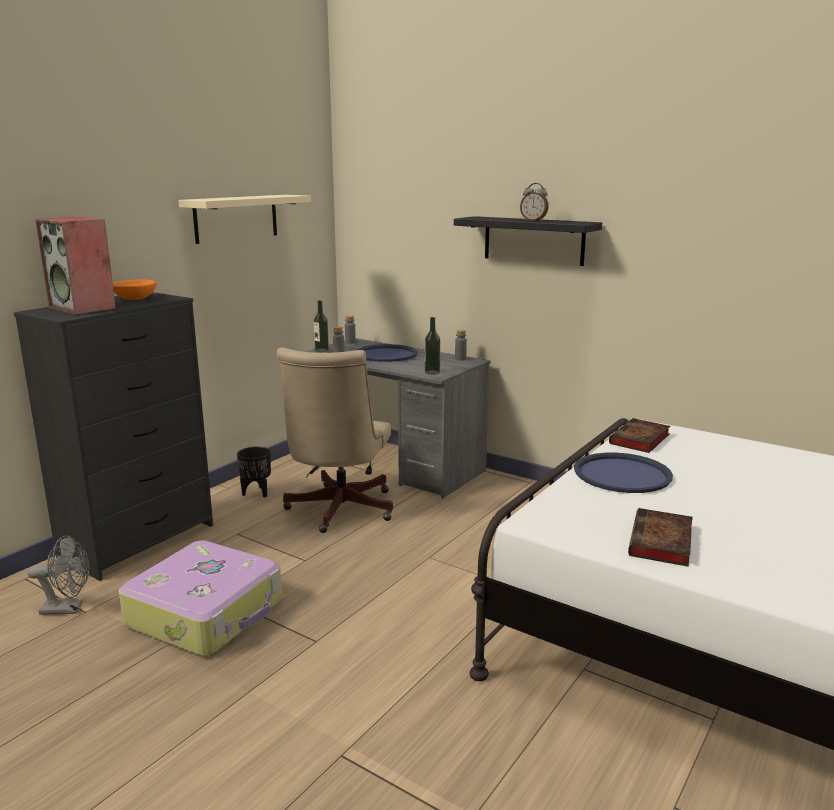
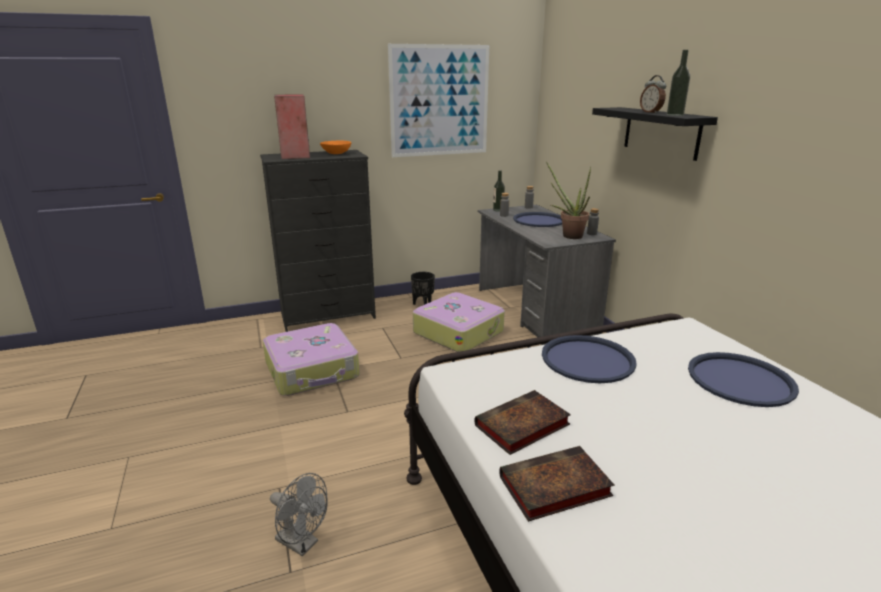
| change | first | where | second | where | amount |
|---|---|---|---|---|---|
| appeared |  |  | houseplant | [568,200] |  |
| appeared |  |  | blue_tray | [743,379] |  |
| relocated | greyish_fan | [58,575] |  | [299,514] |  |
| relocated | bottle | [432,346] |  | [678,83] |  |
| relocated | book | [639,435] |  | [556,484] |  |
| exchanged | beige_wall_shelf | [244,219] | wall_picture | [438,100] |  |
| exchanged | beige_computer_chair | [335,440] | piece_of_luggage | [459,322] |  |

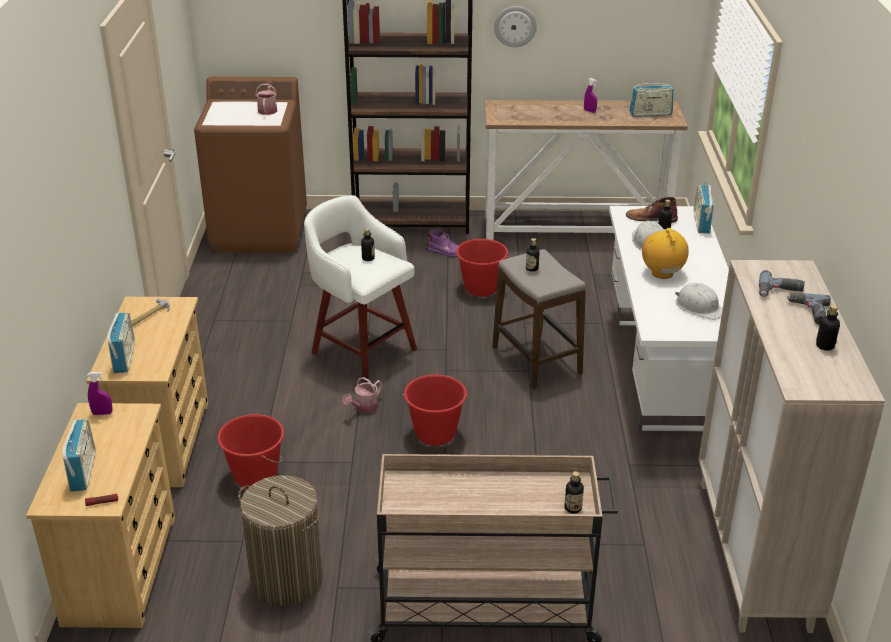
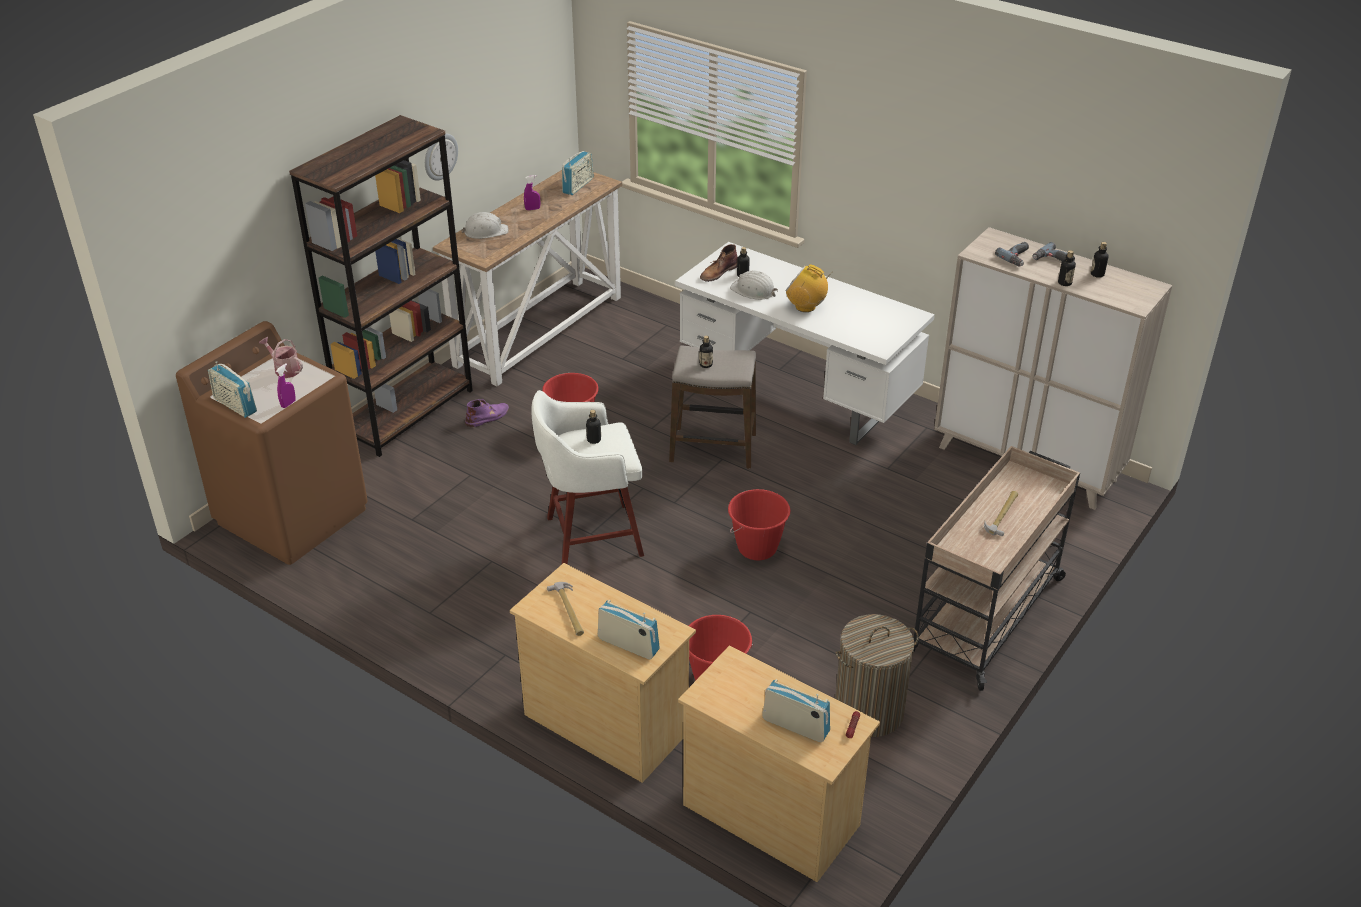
| change | first | where | second | where | amount |
|---|---|---|---|---|---|
| missing | watering_can | [362,395] |  |  |  |
| appeared |  |  | hammer | [1001,513] |  |
| relocated | purplish_hand_sprayer | [99,393] |  | [286,385] |  |
| relocated | bottle | [574,492] |  | [1067,268] |  |
| relocated | white_hard_hat | [699,301] |  | [485,225] |  |
| relocated | radio_receiver | [704,207] |  | [232,389] |  |

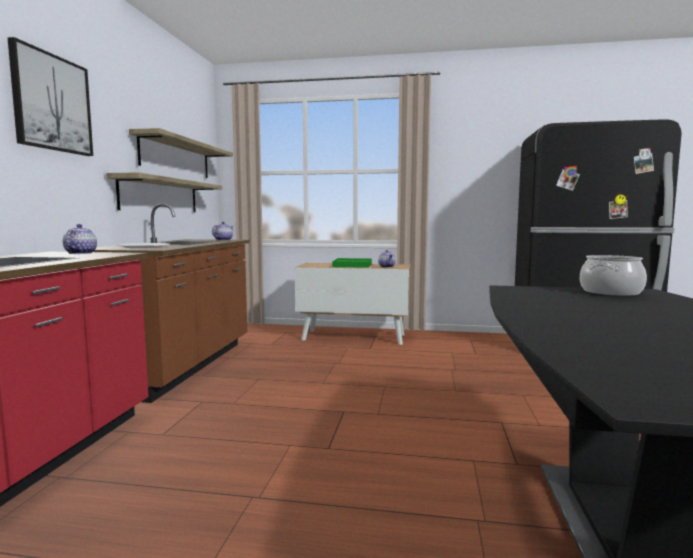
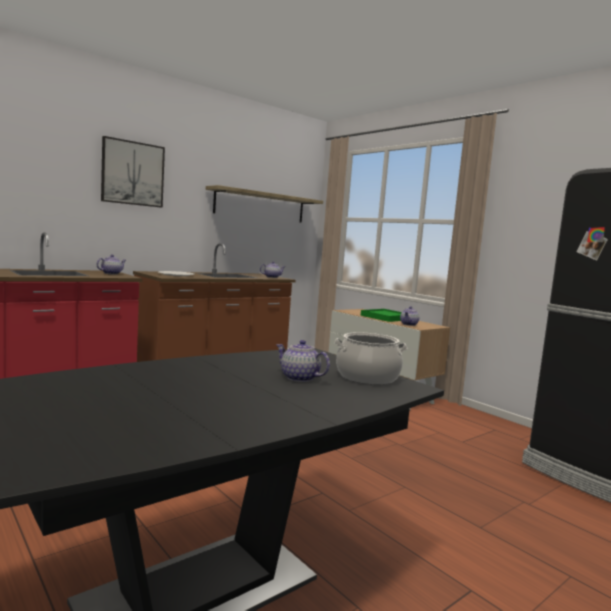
| change | first | where | second | where | amount |
|---|---|---|---|---|---|
| missing | wall_shelf | [164,192] |  |  |  |
| appeared |  |  | tea_pot | [303,361] |  |

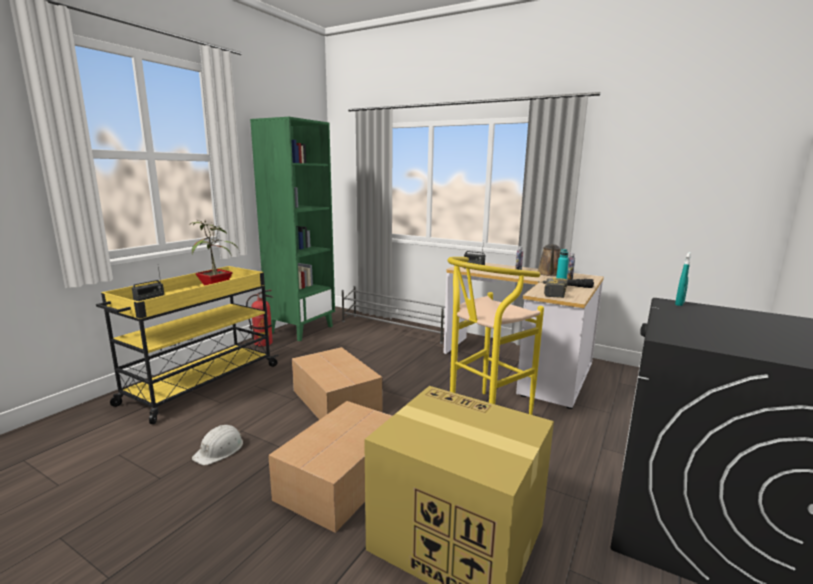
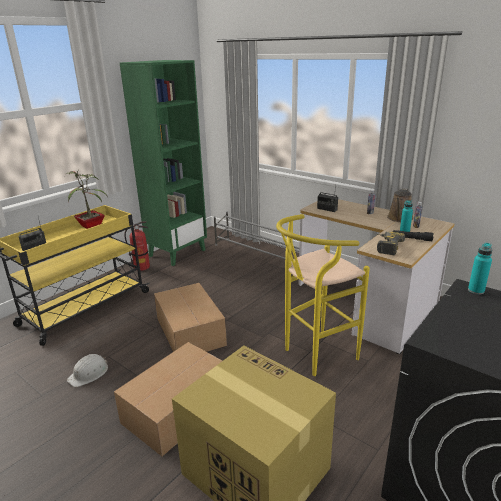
| change | first | where | second | where | amount |
|---|---|---|---|---|---|
| exchanged | turquoise_hand_sprayer | [683,279] | turquoise_bottle | [480,268] |  |

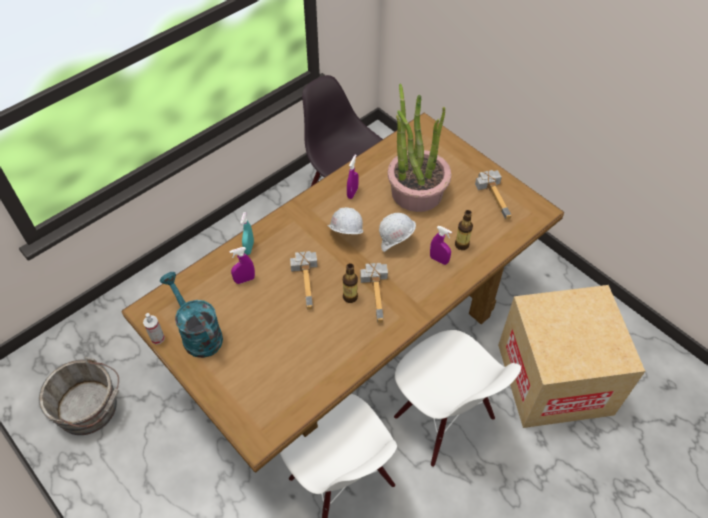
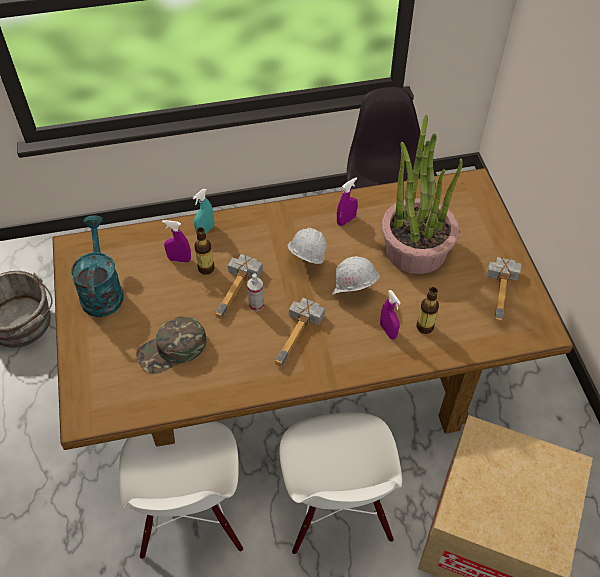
| change | first | where | second | where | amount |
|---|---|---|---|---|---|
| appeared |  |  | greenish_baseball_cap | [171,345] |  |
| relocated | hand_sprayer | [154,329] |  | [255,292] |  |
| relocated | bottle | [350,283] |  | [204,251] |  |

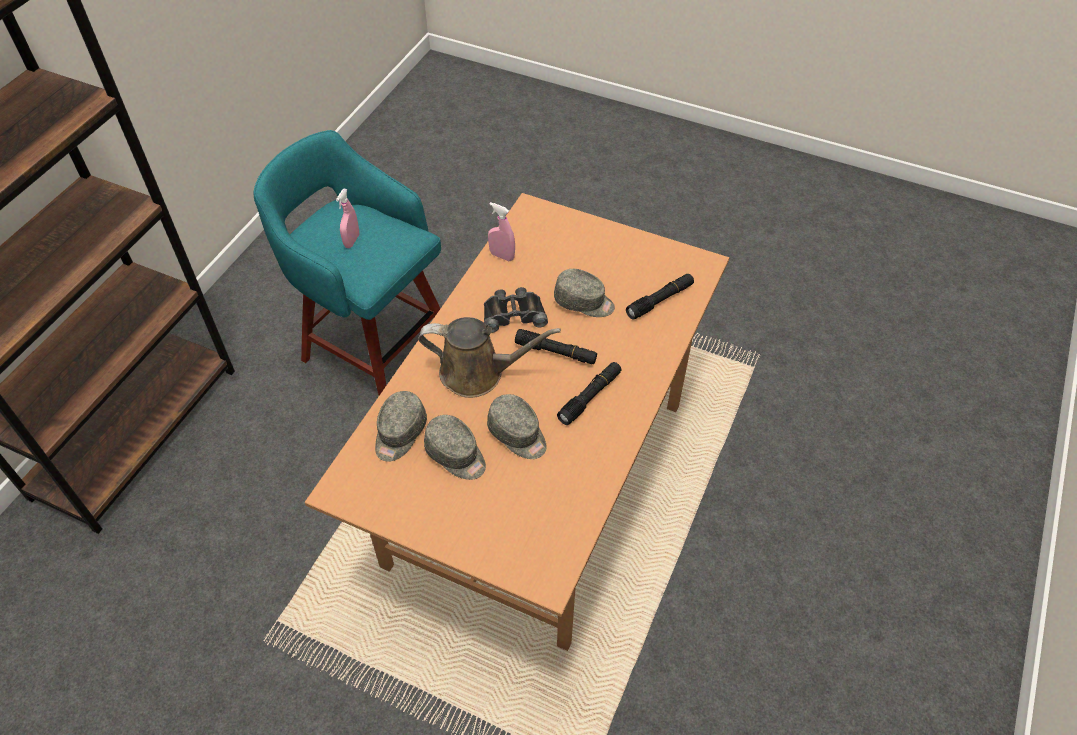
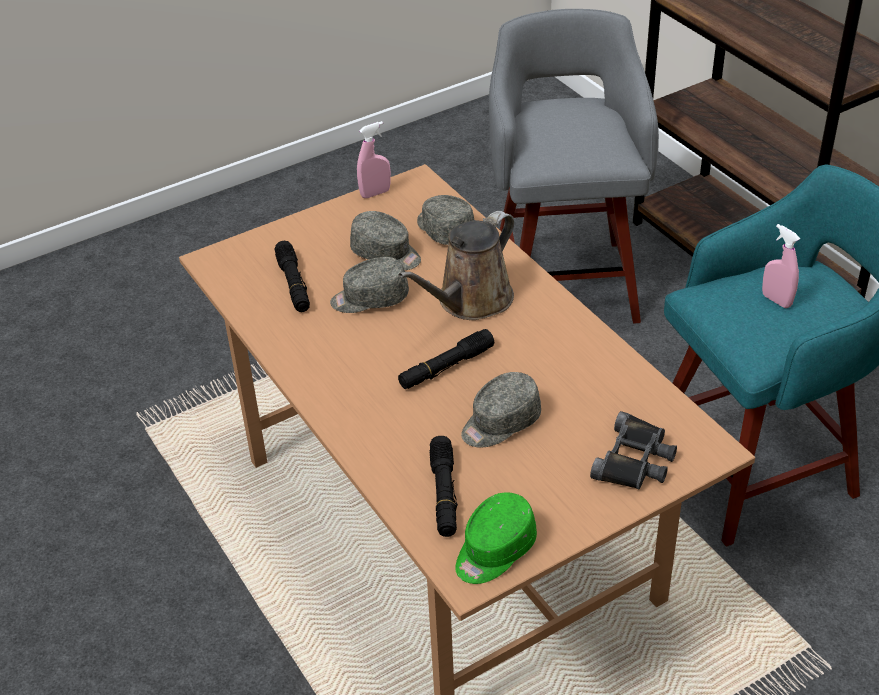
| change | first | where | second | where | amount |
|---|---|---|---|---|---|
| appeared |  |  | greenish_baseball_cap | [496,538] |  |
| appeared |  |  | greyish_stool | [574,166] |  |
| relocated | black-coloured_binoculars | [516,310] |  | [633,450] |  |
| relocated | pink_hand_sprayer | [501,231] |  | [374,159] |  |
| relocated | black-coloured_flashlight | [589,393] |  | [292,276] |  |
| spun | greyish_baseball_cap | [455,447] |  | [385,240] | 135 degrees counterclockwise |

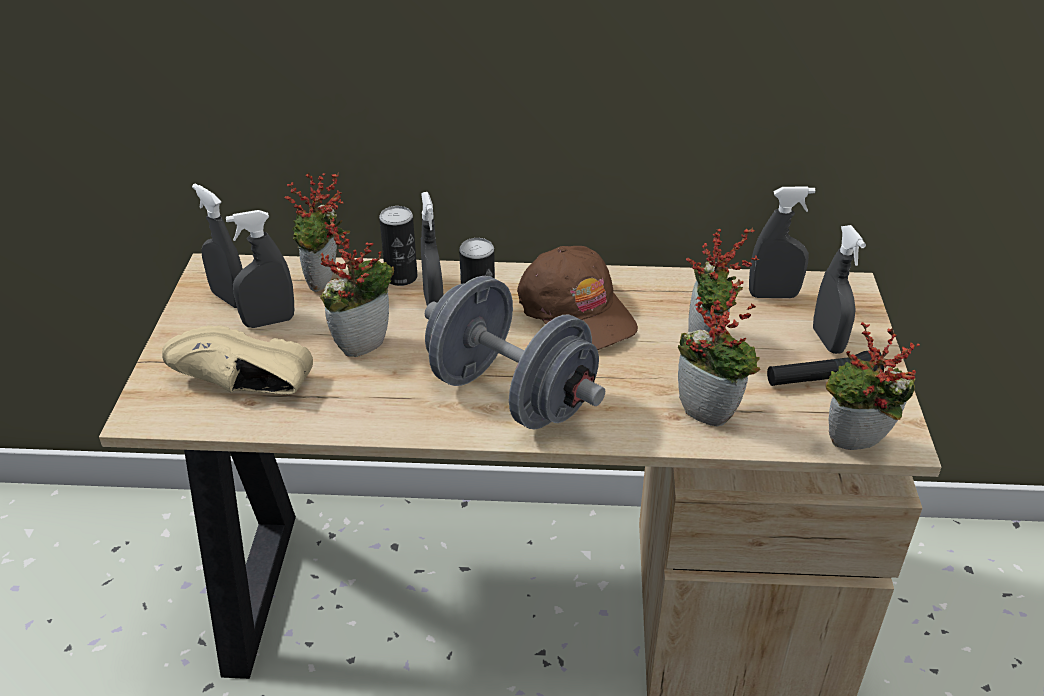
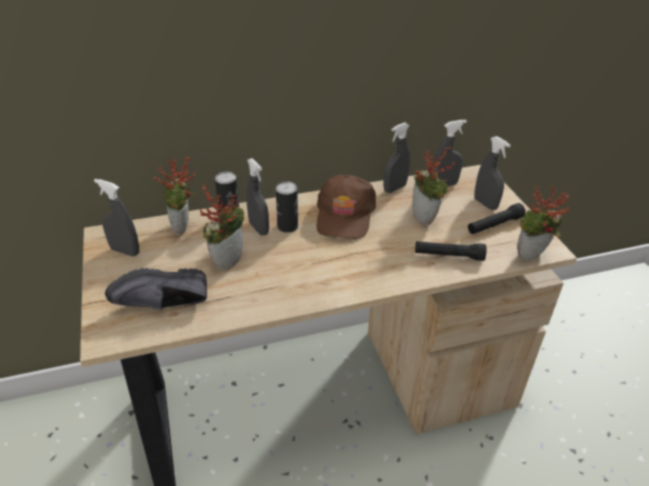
| change | first | where | second | where | amount |
|---|---|---|---|---|---|
| missing | greyish_free_weight | [515,352] |  |  |  |
| relocated | greyish_hand_sprayer | [260,269] |  | [396,157] |  |
| exchanged | houseplant | [719,352] | black-coloured_flashlight | [450,251] |  |
| colour | beige_low_shoe | [237,360] | black-coloured_low_shoe | [156,289] |  |
| spun | brown_baseball_cap | [577,298] |  | [346,207] | 60 degrees clockwise |

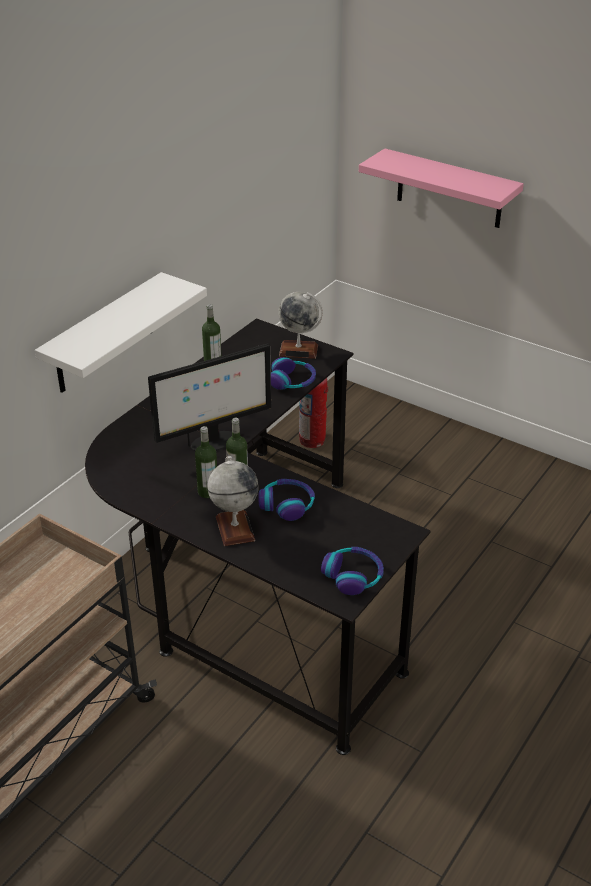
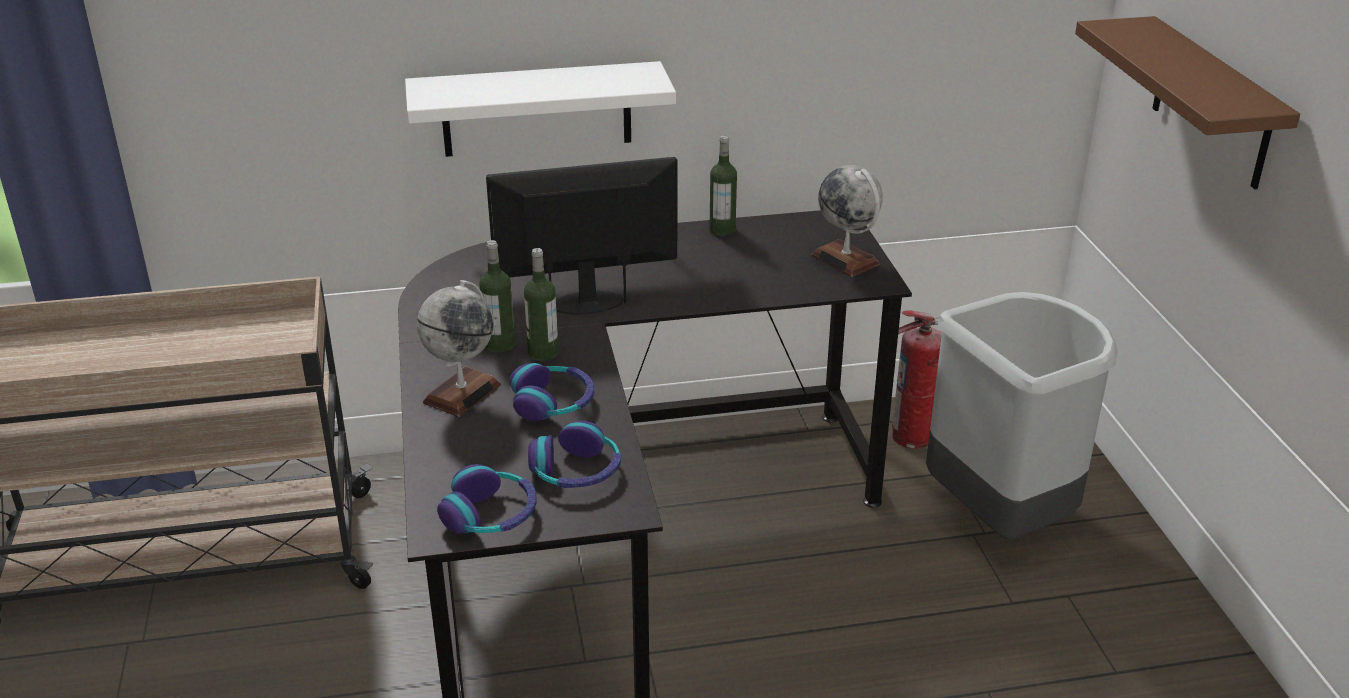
| change | first | where | second | where | amount |
|---|---|---|---|---|---|
| appeared |  |  | greyish_rubbish_bin | [1021,416] |  |
| relocated | pair_of_headphones | [293,373] |  | [574,454] |  |
| colour | pink_wall_shelf | [441,188] | brown_wall_shelf | [1187,102] |  |
| spun | computer_screen | [209,397] |  | [581,235] | 150 degrees clockwise |

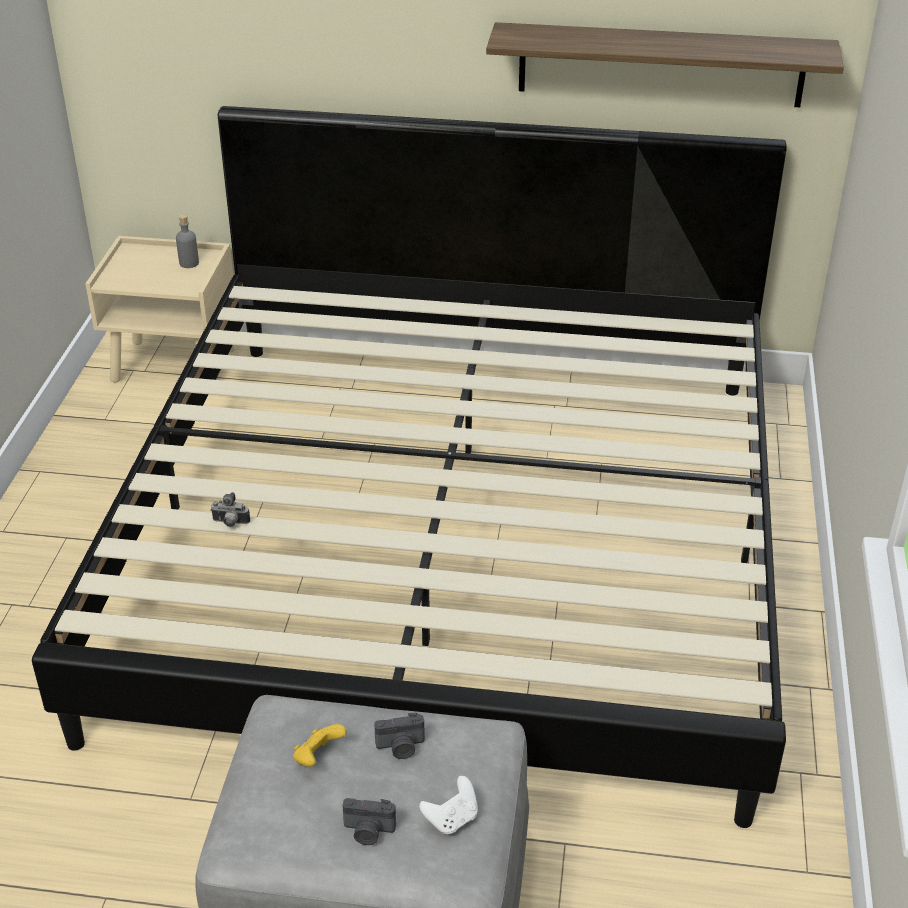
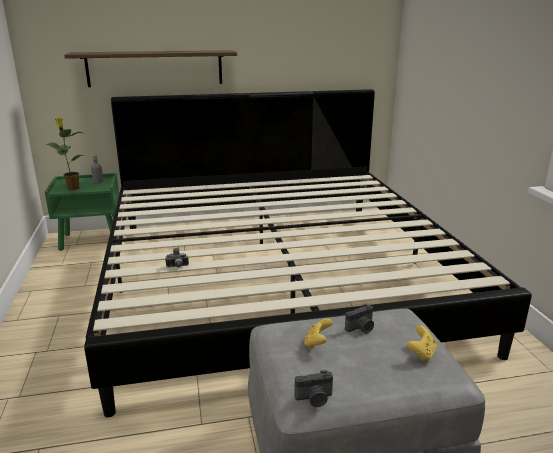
| change | first | where | second | where | amount |
|---|---|---|---|---|---|
| appeared |  |  | houseplant | [64,154] |  |
| relocated | photo_camera | [369,821] |  | [313,388] |  |
| relocated | wall_shelf | [665,64] |  | [150,68] |  |
| colour | beige_night_table | [160,309] | greenish_night_table | [82,212] |  |
| colour | white_game_controller | [448,805] | yellow_game_controller | [422,343] |  |

